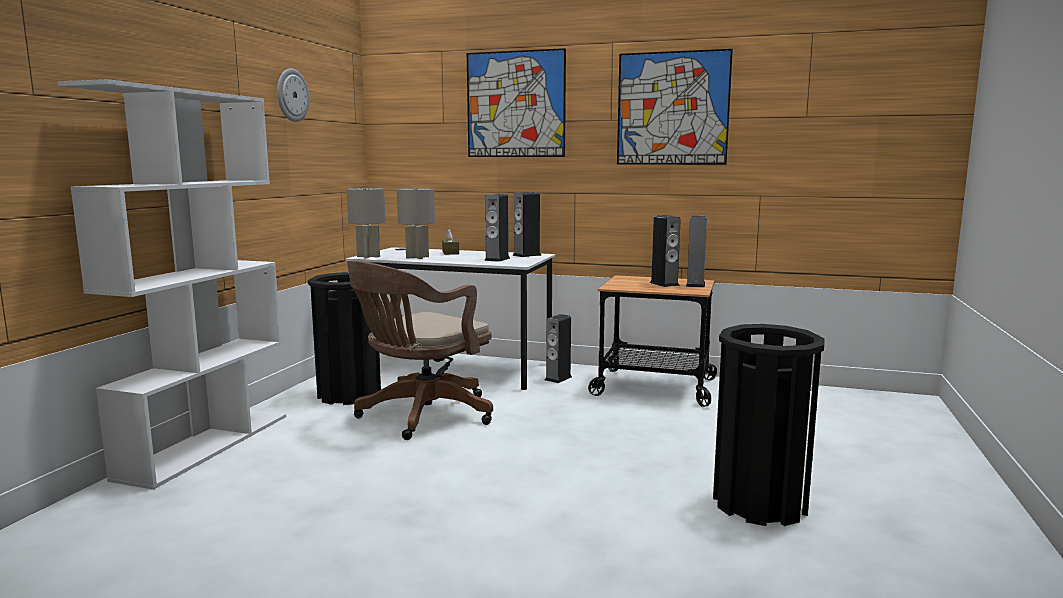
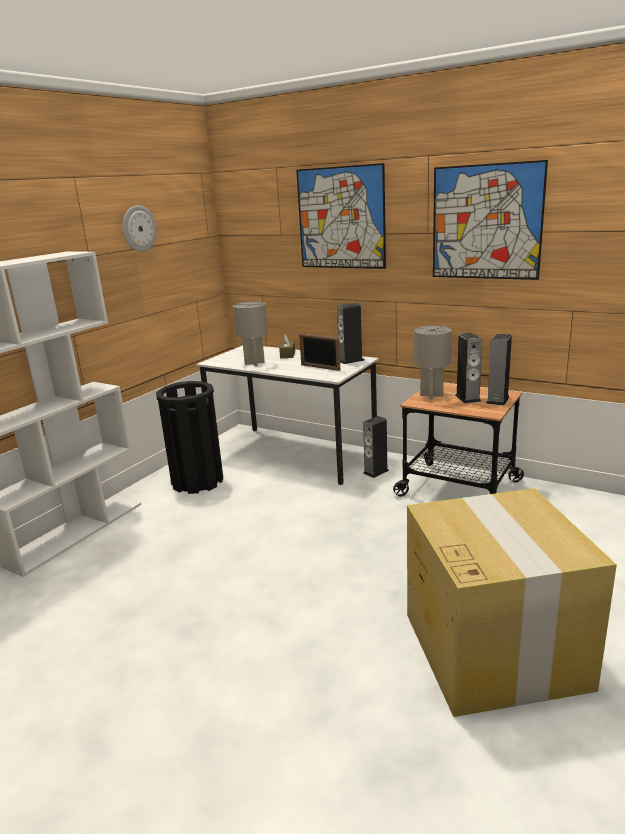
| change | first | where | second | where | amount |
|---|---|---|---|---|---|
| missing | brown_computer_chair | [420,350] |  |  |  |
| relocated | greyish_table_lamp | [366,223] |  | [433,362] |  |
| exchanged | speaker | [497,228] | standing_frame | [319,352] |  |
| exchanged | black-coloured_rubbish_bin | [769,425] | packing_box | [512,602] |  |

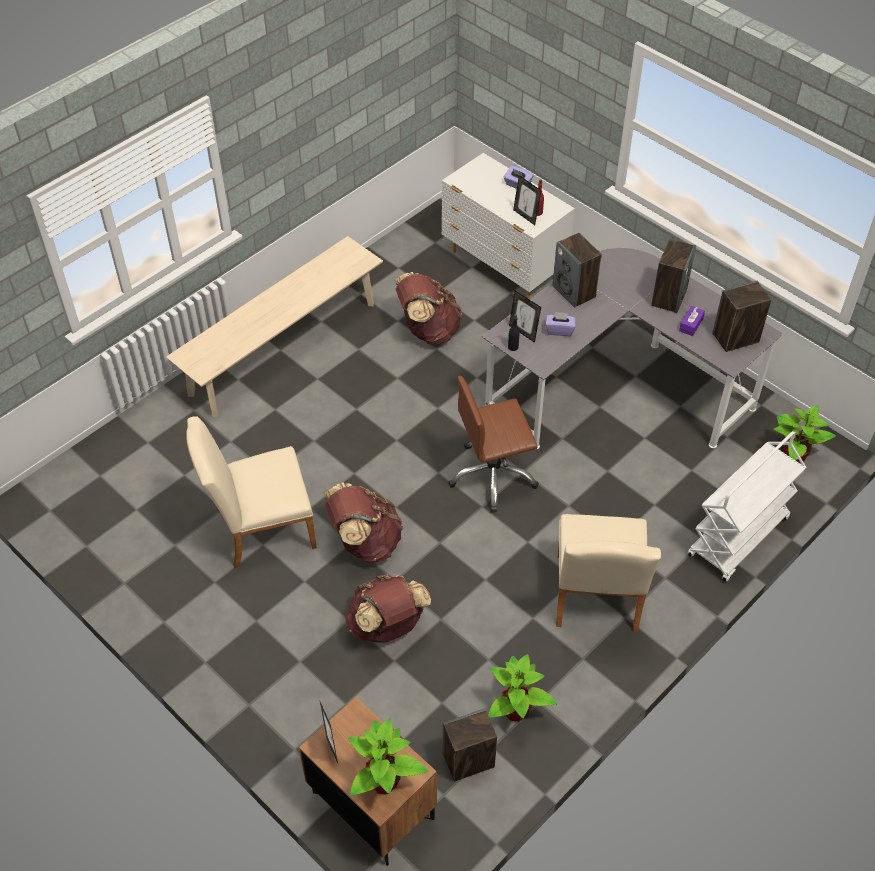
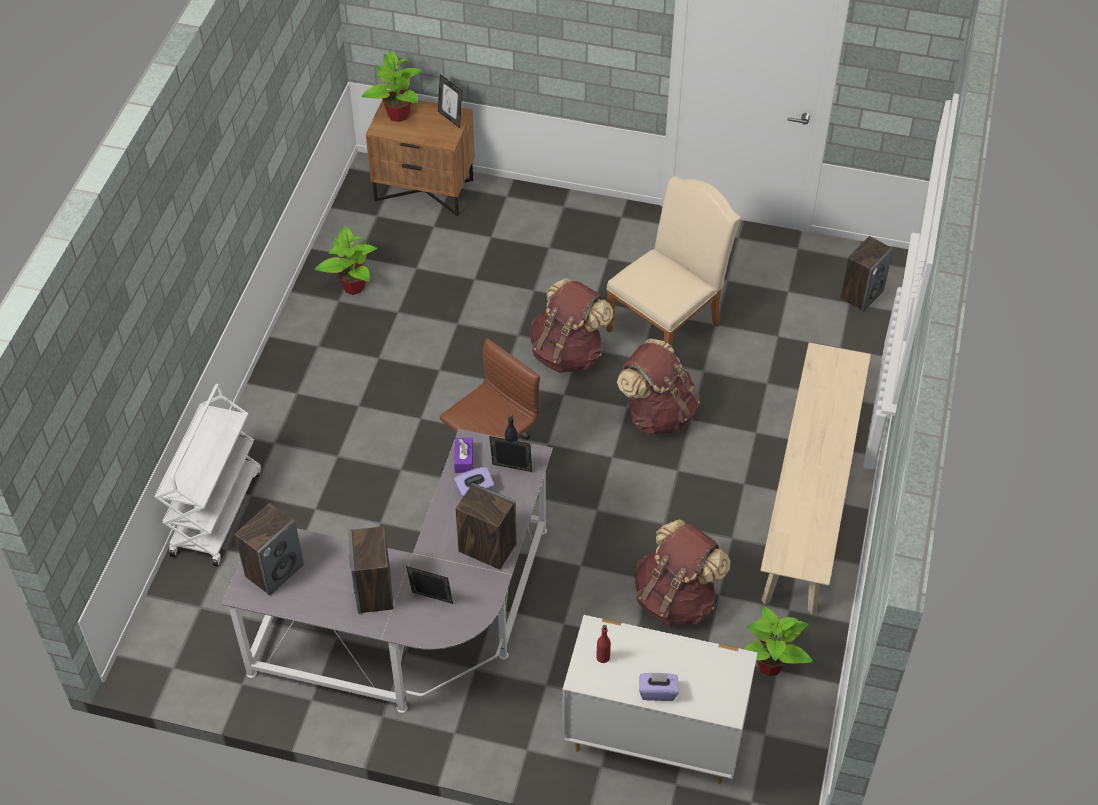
| change | first | where | second | where | amount |
|---|---|---|---|---|---|
| missing | beige_plain_chair | [608,573] |  |  |  |
| relocated | brown_rucksack | [388,608] |  | [659,387] |  |
| relocated | speaker | [470,745] |  | [866,274] |  |
| relocated | standing_frame | [527,200] |  | [429,585] |  |
| relocated | purplish_tissue_box | [692,321] |  | [463,455] |  |
| relocated | houseplant | [804,434] |  | [778,641] |  |

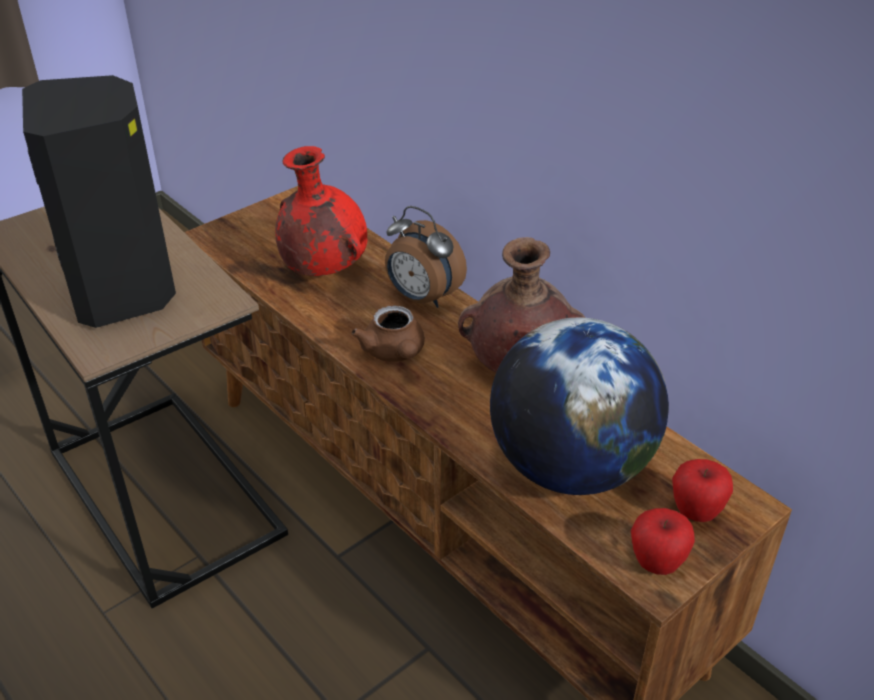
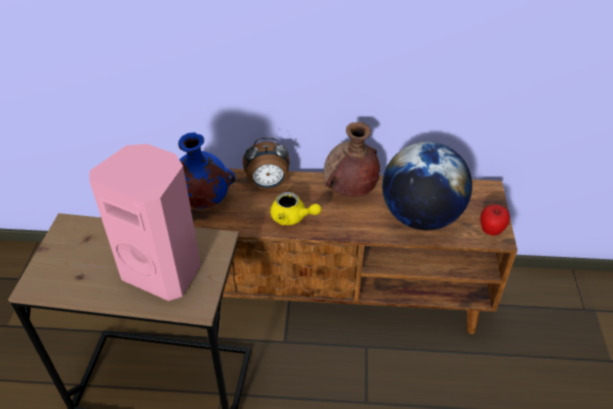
| change | first | where | second | where | amount |
|---|---|---|---|---|---|
| missing | apple_fruit | [702,490] |  |  |  |
| colour | black-coloured_speaker | [99,201] | pink_speaker | [145,222] |  |
| colour | red-coloured_flower_vase | [321,211] | blue_flower_vase | [206,170] |  |
| colour | brown_tea_pot | [388,333] | yellow_tea_pot | [295,208] |  |

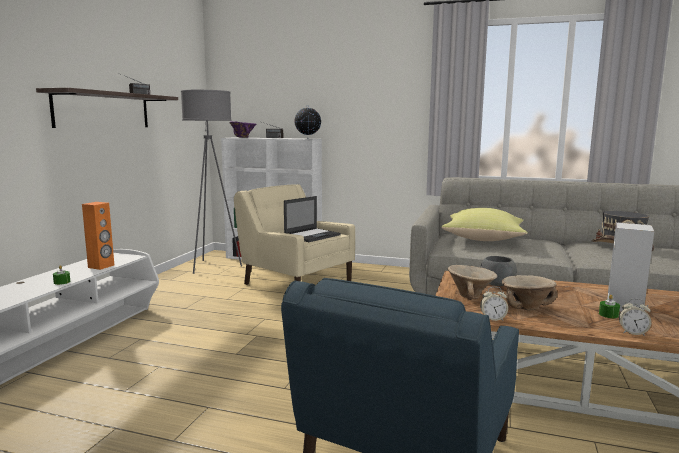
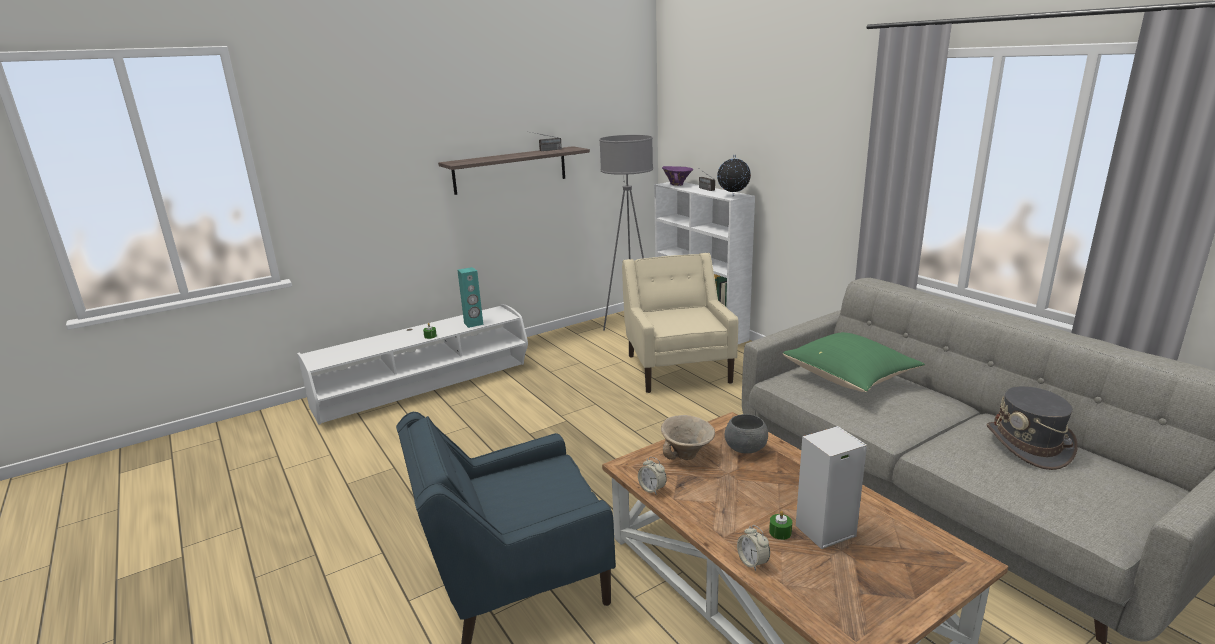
| change | first | where | second | where | amount |
|---|---|---|---|---|---|
| missing | portable_computer | [312,219] |  |  |  |
| missing | beige_deep_dish | [529,292] |  |  |  |
| colour | orange-coloured_speaker | [98,236] | turquoise_speaker | [470,297] |  |
| colour | yellow_throw_pillow | [484,224] | greenish_throw_pillow | [854,362] |  |

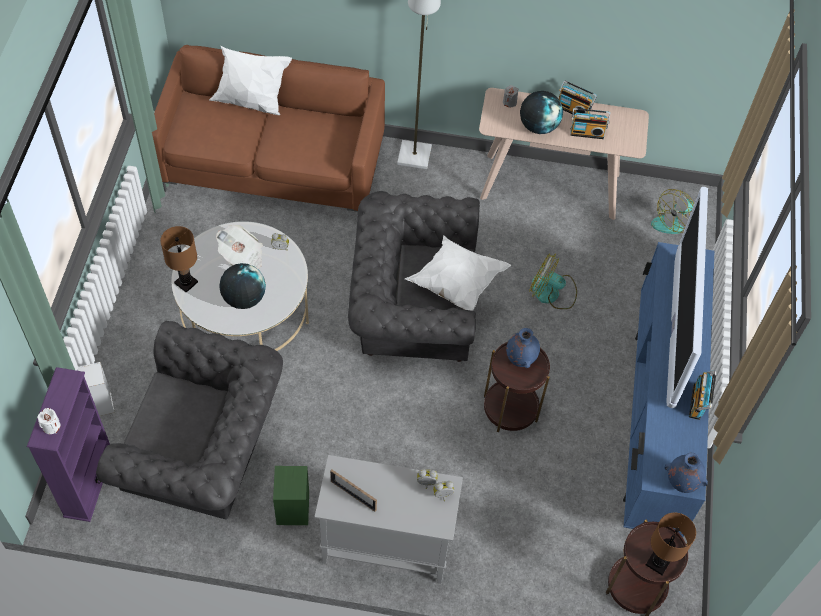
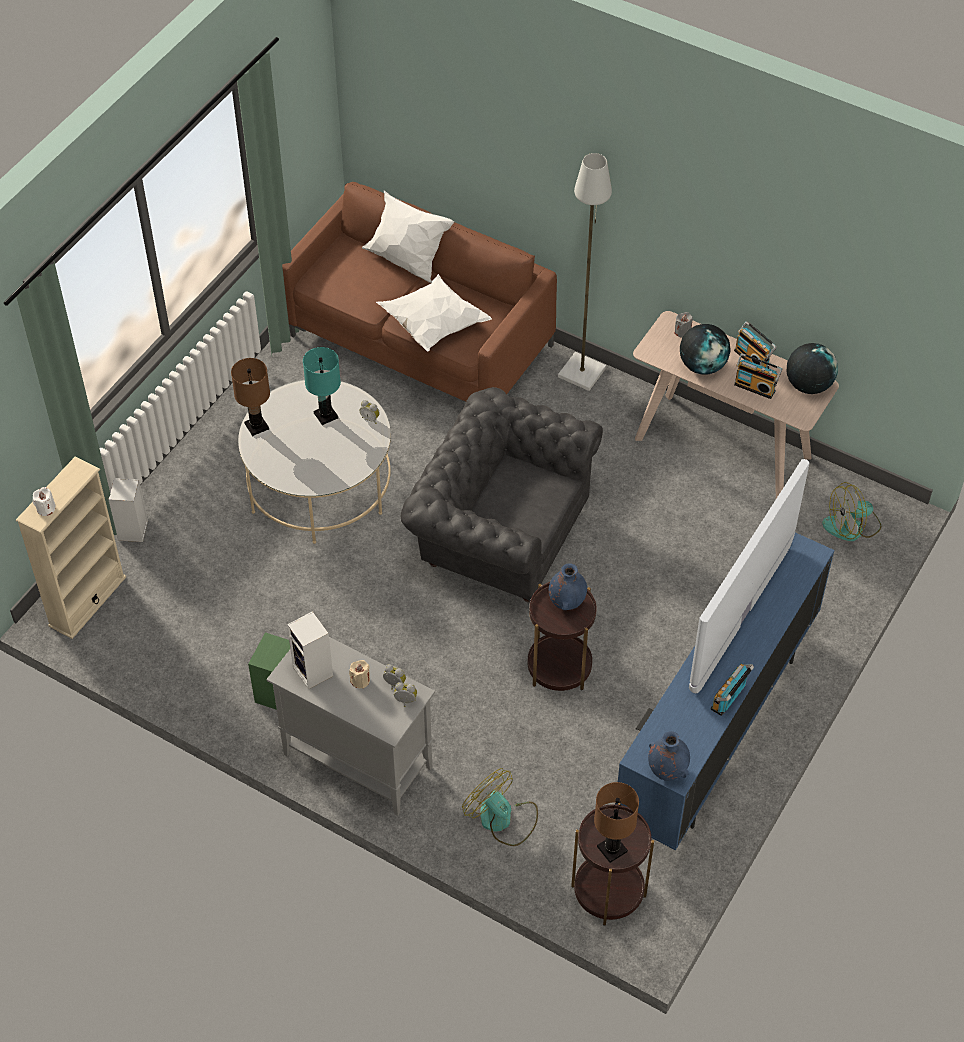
| change | first | where | second | where | amount |
|---|---|---|---|---|---|
| missing | greyish_armchair | [189,420] |  |  |  |
| appeared |  |  | beige_wax_light | [359,674] |  |
| relocated | world_globe | [242,286] |  | [812,368] |  |
| relocated | white_throw_pillow | [458,273] |  | [434,313] |  |
| relocated | fan | [553,281] |  | [500,807] |  |
| exchanged | printed_paper | [239,246] | turquoise_table_lamp | [322,386] |  |
| exchanged | standing_frame | [353,490] | speaker | [310,650] |  |
| colour | purplish_bookshelf | [68,444] | beige_bookshelf | [71,547] |  |

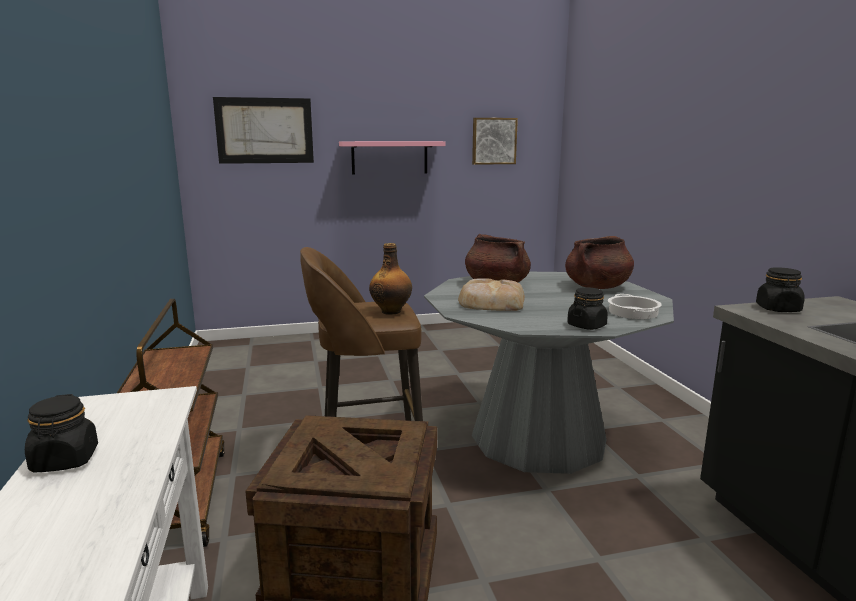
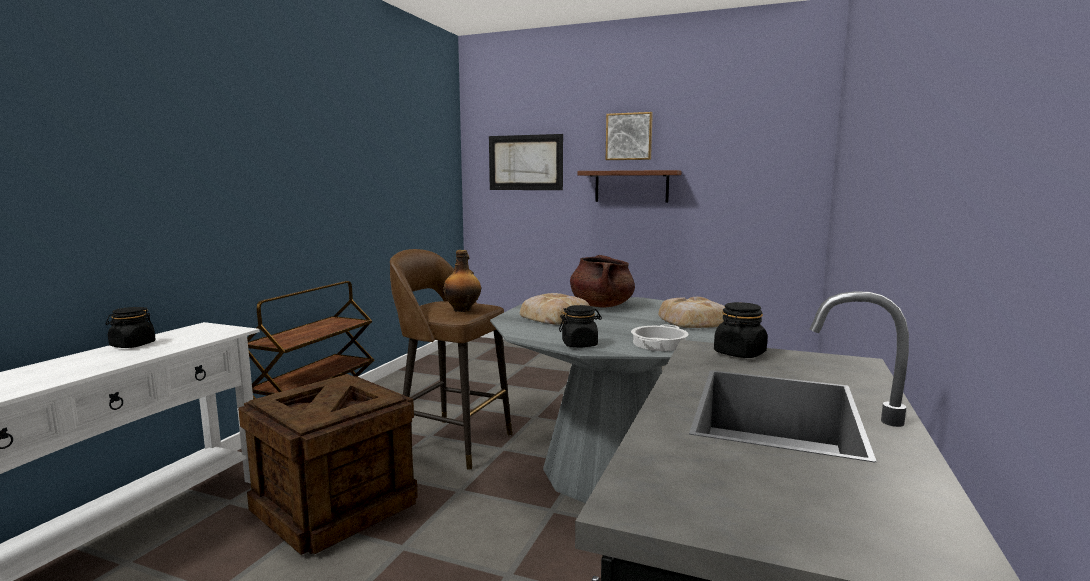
| change | first | where | second | where | amount |
|---|---|---|---|---|---|
| relocated | wall_picture | [495,141] |  | [629,136] |  |
| exchanged | brown_stockpot | [599,262] | baked_bread | [691,312] |  |
| colour | pink_wall_shelf | [392,158] | brown_wall_shelf | [629,186] |  |

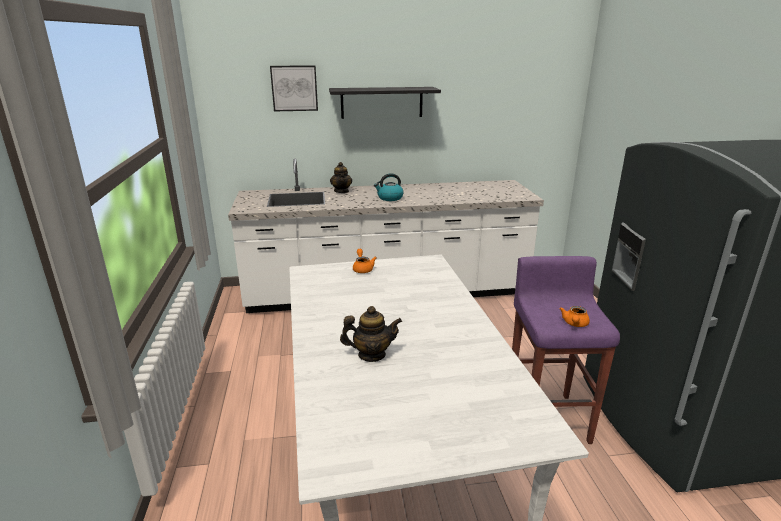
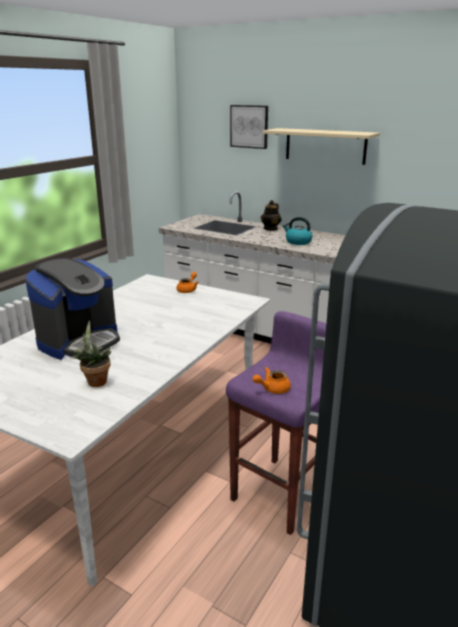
| change | first | where | second | where | amount |
|---|---|---|---|---|---|
| appeared |  |  | houseplant | [91,353] |  |
| exchanged | tea_pot | [371,334] | coffee_machine | [72,309] |  |
| colour | black-coloured_wall_shelf | [385,103] | beige_wall_shelf | [321,146] |  |

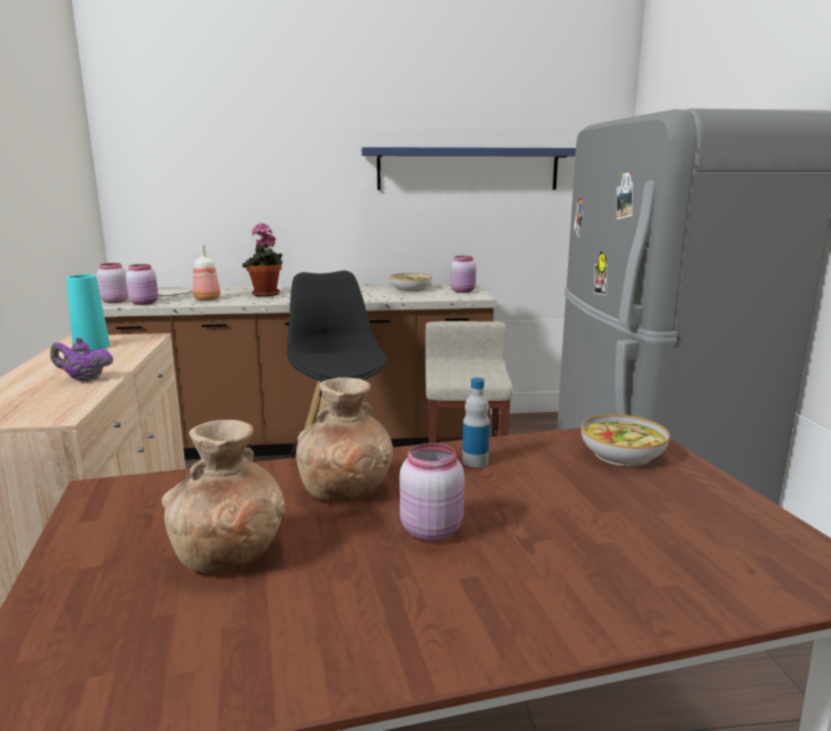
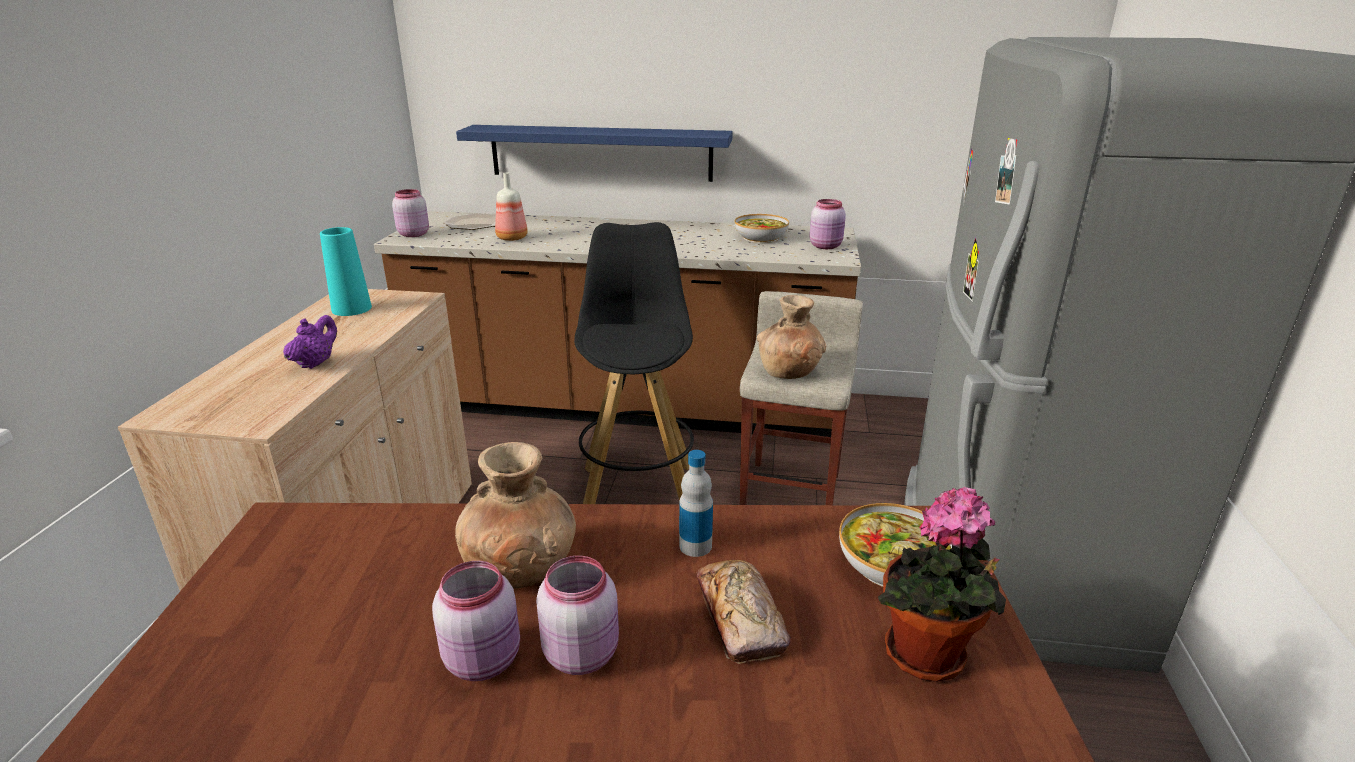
| change | first | where | second | where | amount |
|---|---|---|---|---|---|
| appeared |  |  | baked_bread | [743,612] |  |
| relocated | pink_preserve_jar | [141,284] |  | [476,621] |  |
| relocated | brown_flower_vase | [223,496] |  | [791,337] |  |
| relocated | houseplant | [262,260] |  | [942,584] |  |
| relocated | blue_wall_shelf | [469,168] |  | [594,153] |  |
| spun | purplish_tea_pot | [82,359] |  | [310,342] | 90 degrees clockwise |

